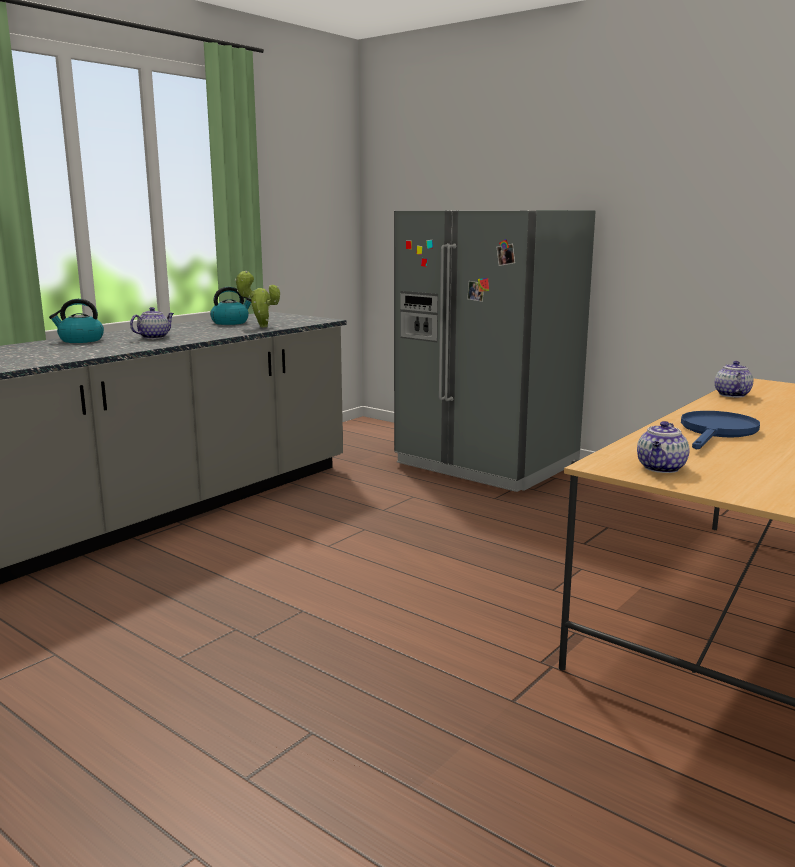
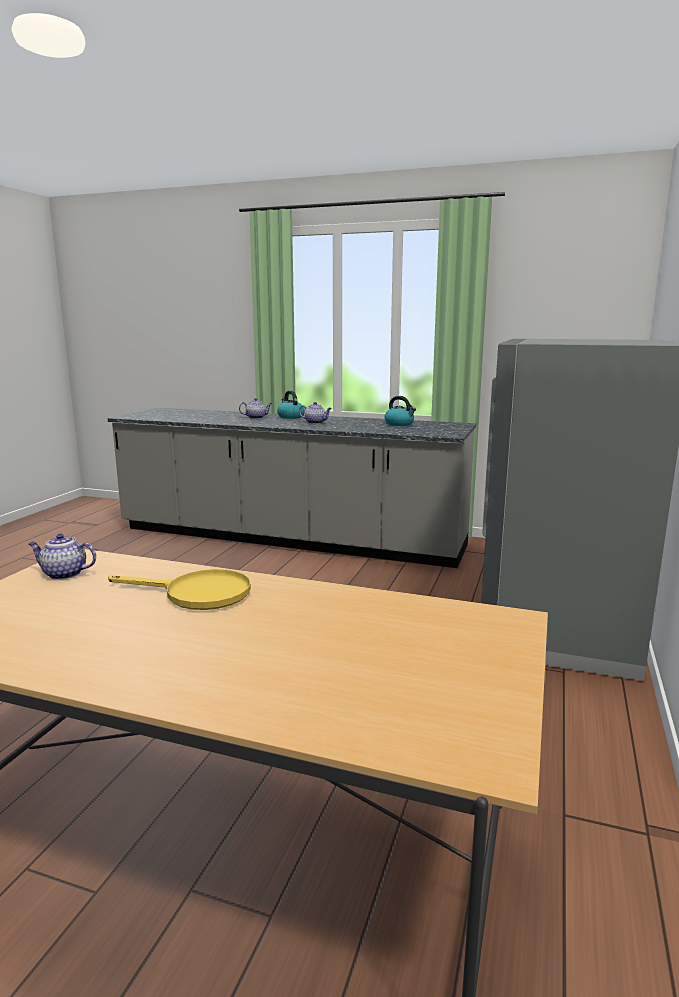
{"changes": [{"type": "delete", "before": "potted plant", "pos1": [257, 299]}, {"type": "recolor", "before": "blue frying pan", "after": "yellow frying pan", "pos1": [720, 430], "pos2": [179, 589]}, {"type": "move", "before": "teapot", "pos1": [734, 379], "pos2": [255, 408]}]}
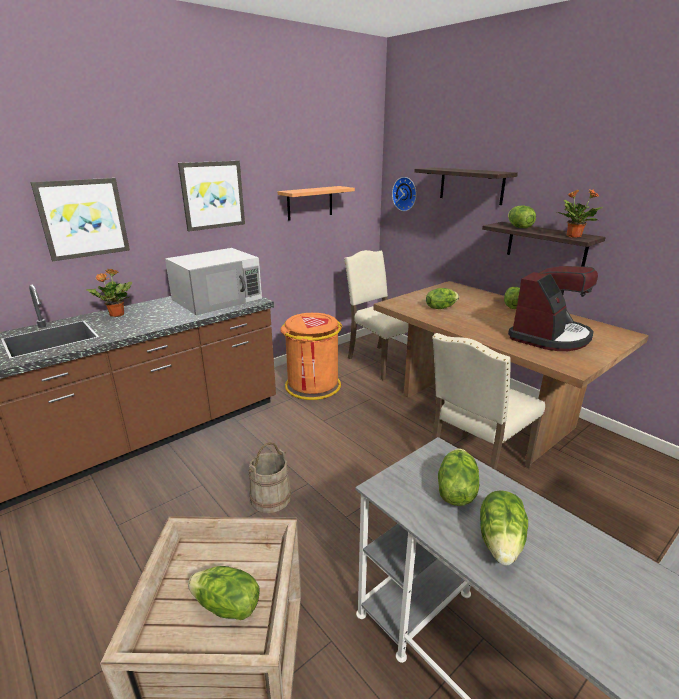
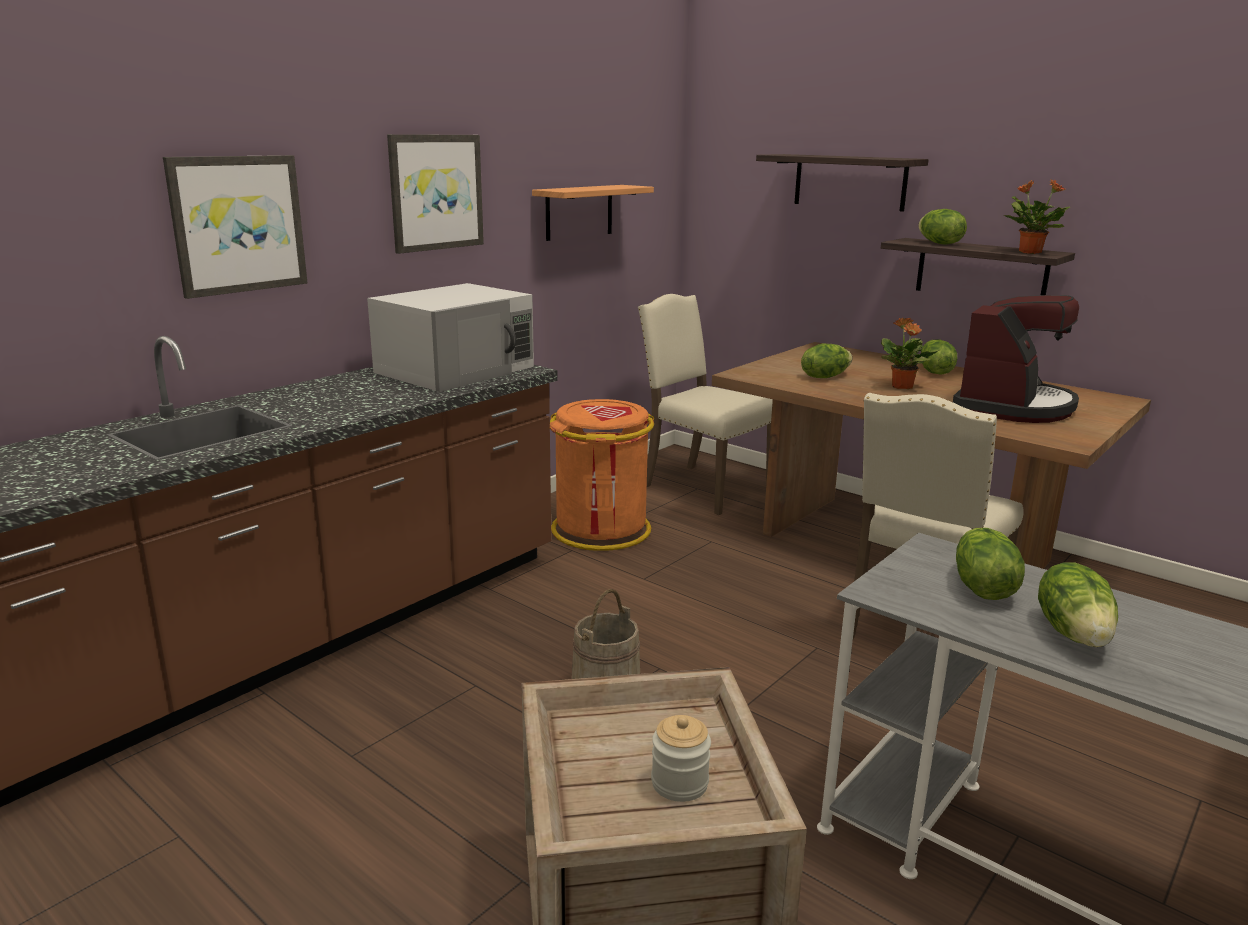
{"changes": [{"type": "move", "before": "potted plant", "pos1": [109, 292], "pos2": [910, 353]}, {"type": "replace", "before": "lettuce", "after": "jar", "pos1": [224, 593], "pos2": [681, 758]}, {"type": "delete", "before": "wall clock", "pos1": [404, 194]}]}
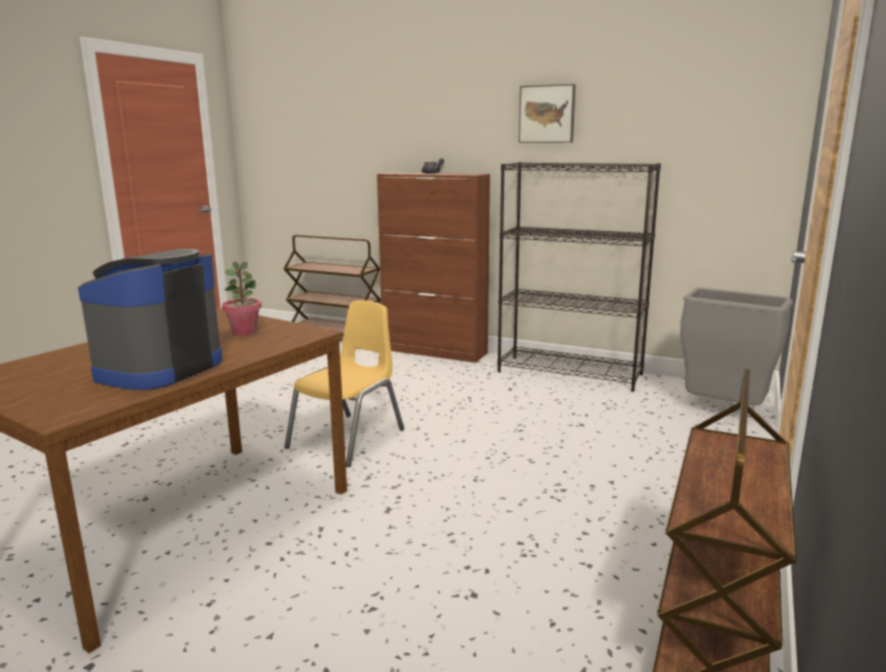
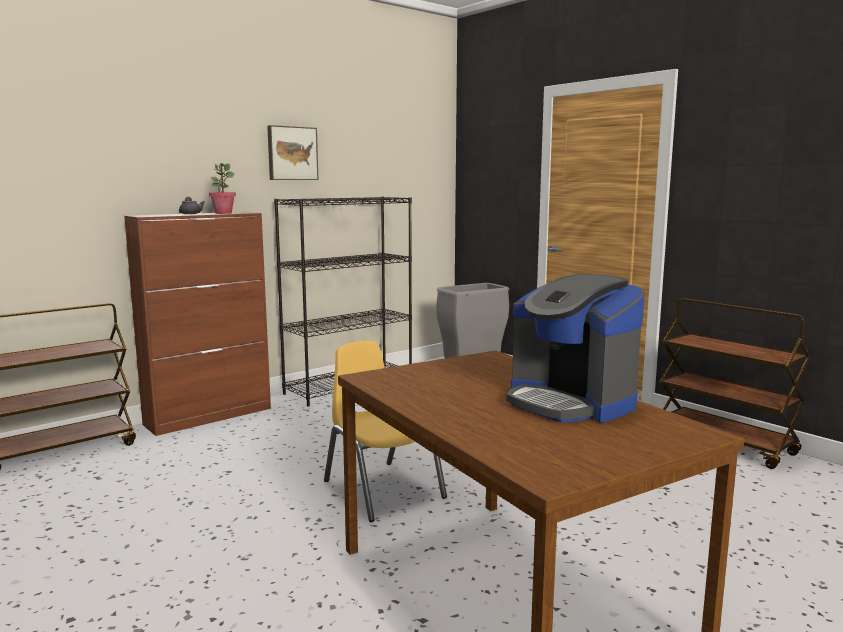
{"changes": [{"type": "move", "before": "potted plant", "pos1": [242, 298], "pos2": [222, 188]}]}
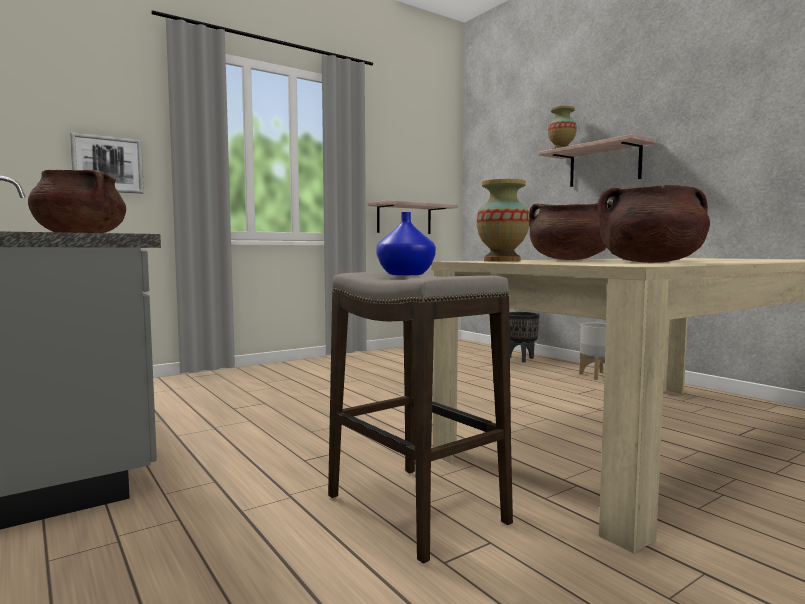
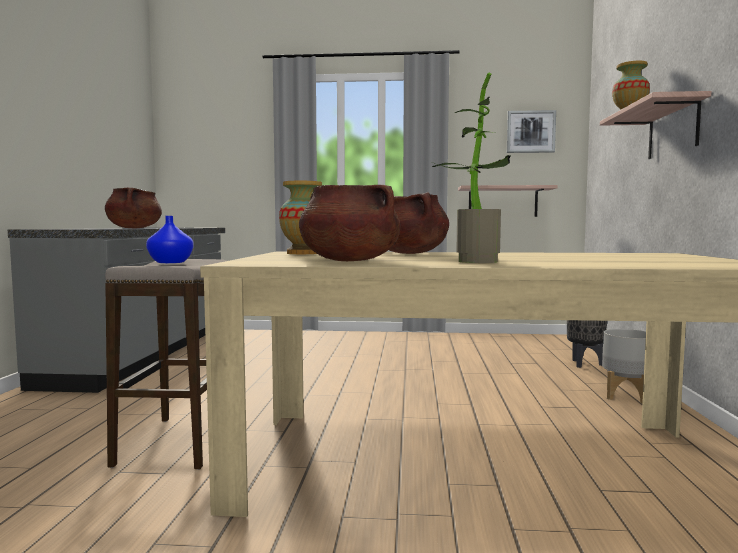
{"changes": [{"type": "move", "before": "picture", "pos1": [107, 163], "pos2": [531, 131]}, {"type": "insert", "after": "potted plant", "pos2": [471, 167]}]}
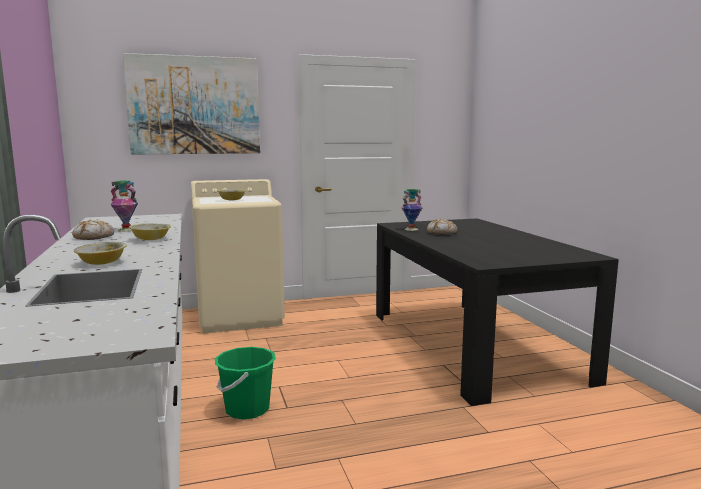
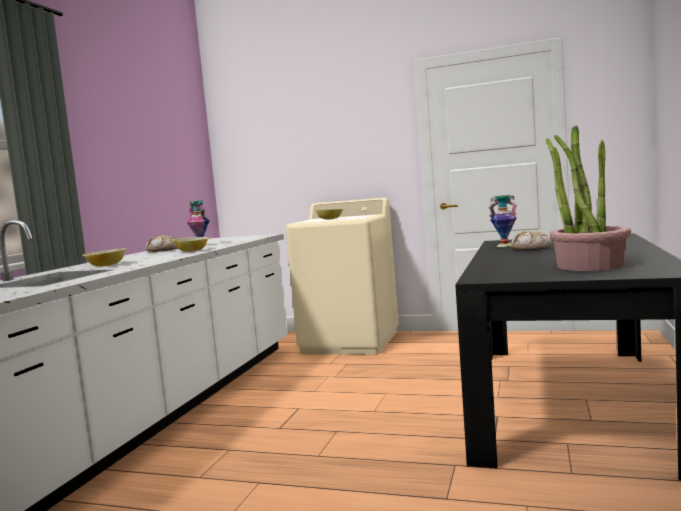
{"changes": [{"type": "delete", "before": "picture", "pos1": [191, 104]}, {"type": "delete", "before": "green bucket", "pos1": [245, 383]}, {"type": "insert", "after": "potted plant", "pos2": [588, 198]}]}
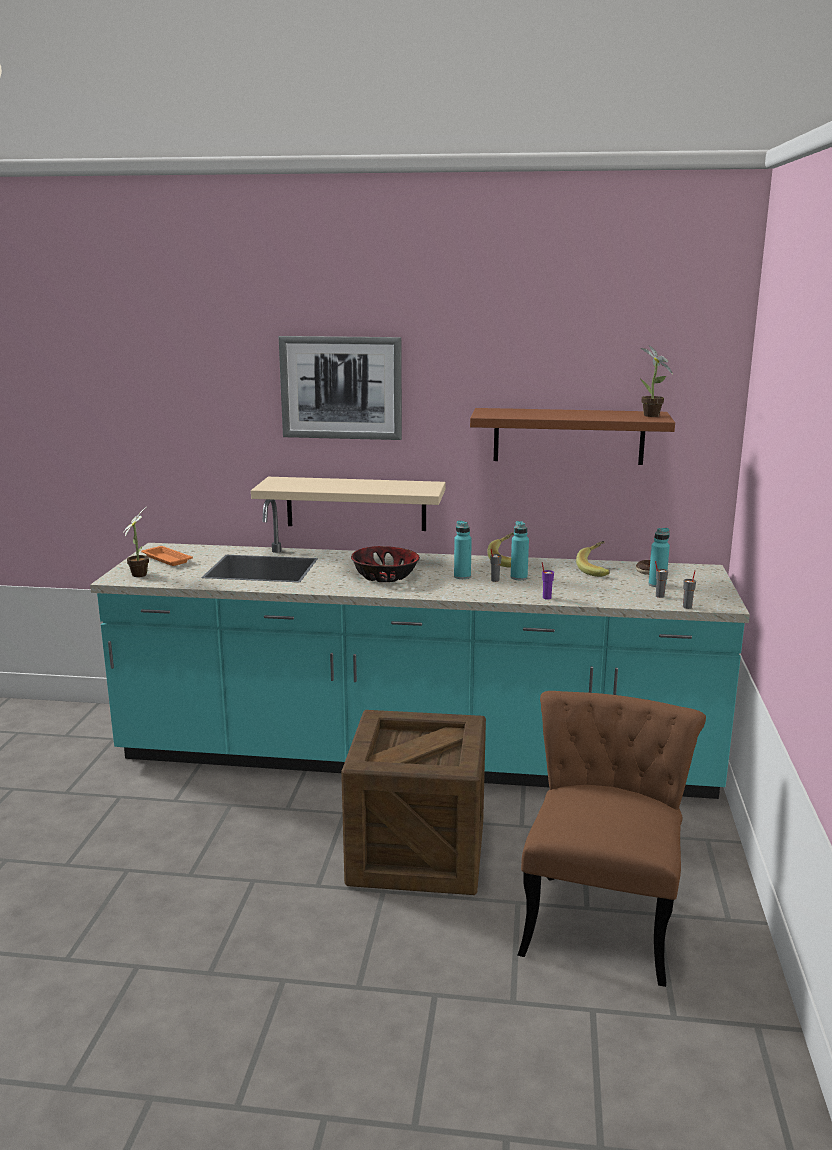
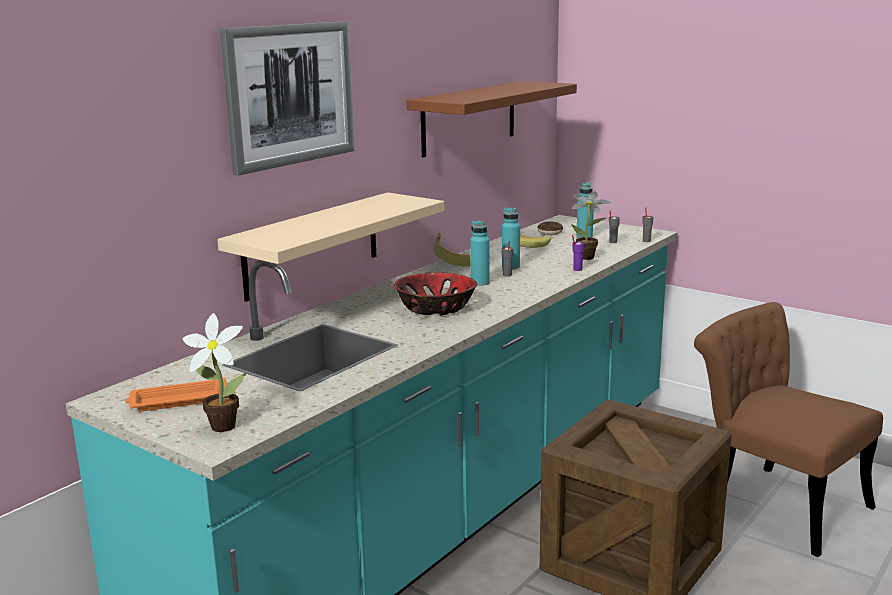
{"changes": [{"type": "move", "before": "potted plant", "pos1": [657, 381], "pos2": [591, 225]}]}
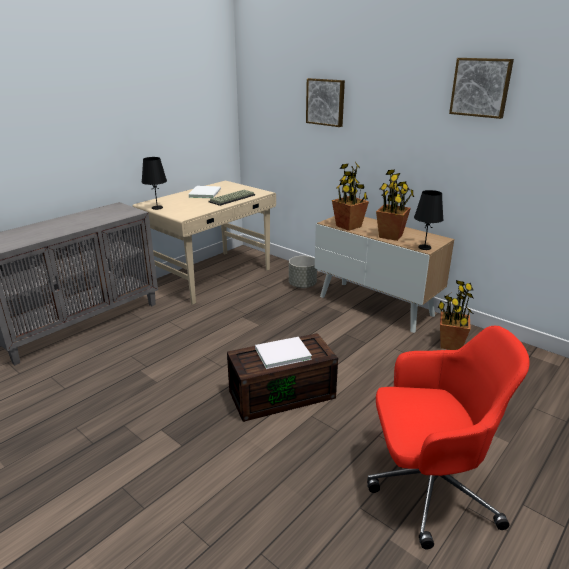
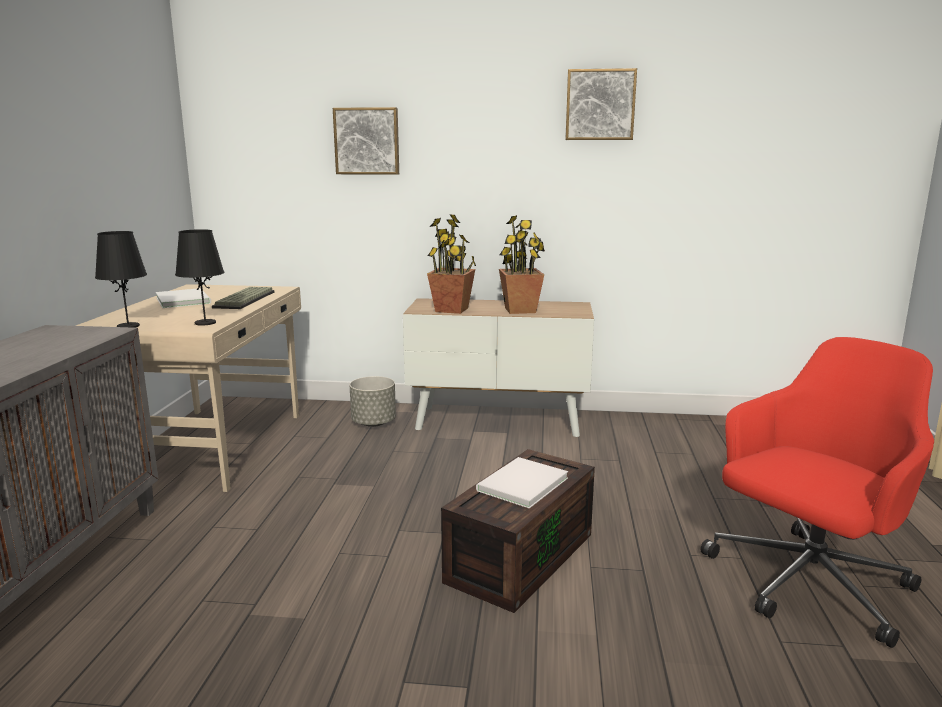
{"changes": [{"type": "move", "before": "black table lamp", "pos1": [429, 220], "pos2": [199, 277]}, {"type": "delete", "before": "potted plant", "pos1": [455, 315]}]}
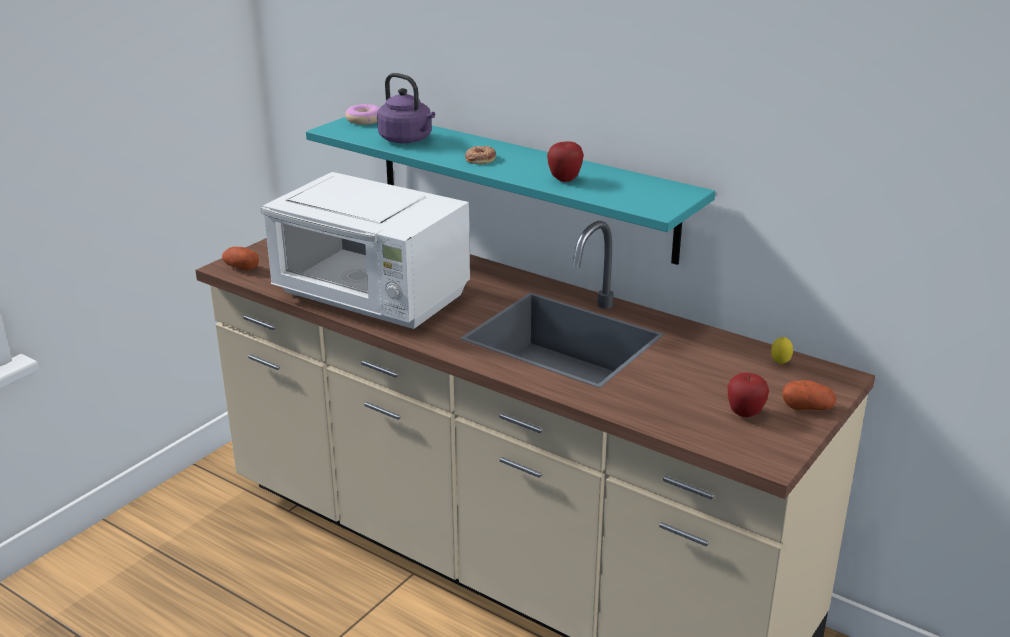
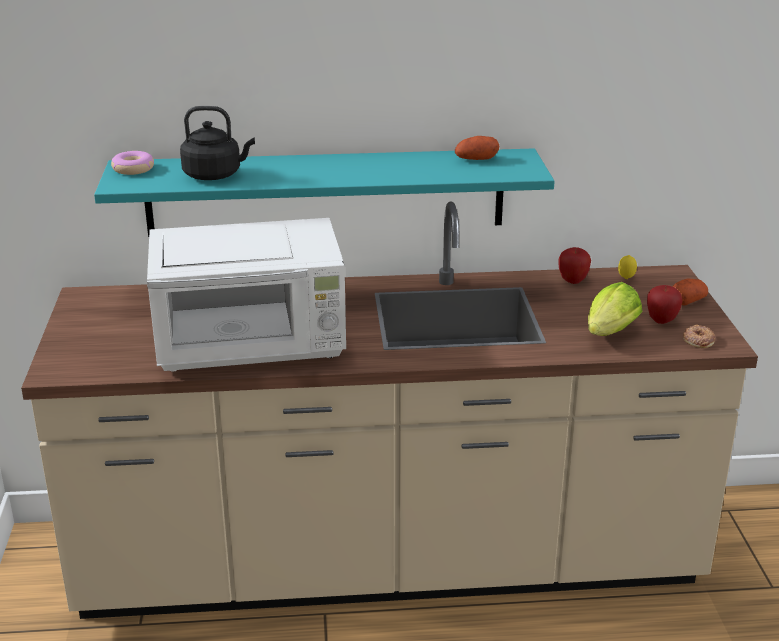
{"changes": [{"type": "move", "before": "potato", "pos1": [240, 259], "pos2": [477, 148]}, {"type": "recolor", "before": "purple kettle", "after": "black kettle", "pos1": [406, 108], "pos2": [217, 143]}, {"type": "move", "before": "donut", "pos1": [480, 155], "pos2": [699, 336]}, {"type": "move", "before": "apple", "pos1": [565, 161], "pos2": [574, 265]}, {"type": "insert", "after": "lettuce", "pos2": [615, 309]}]}
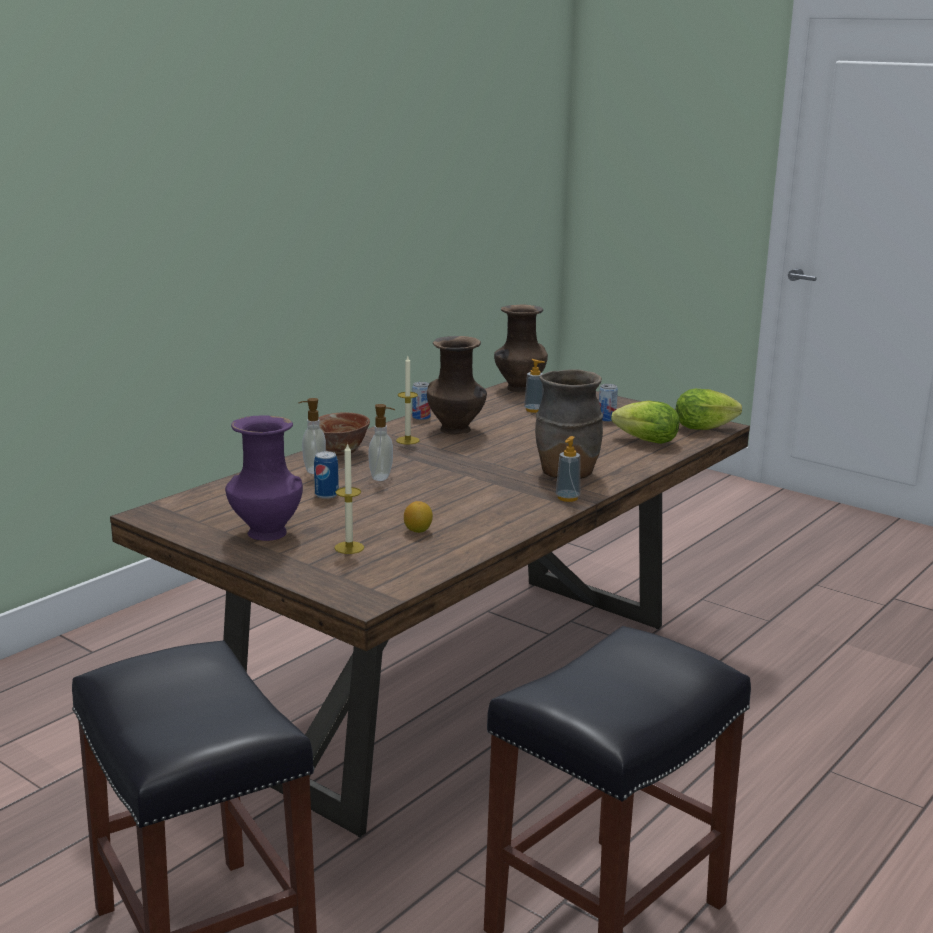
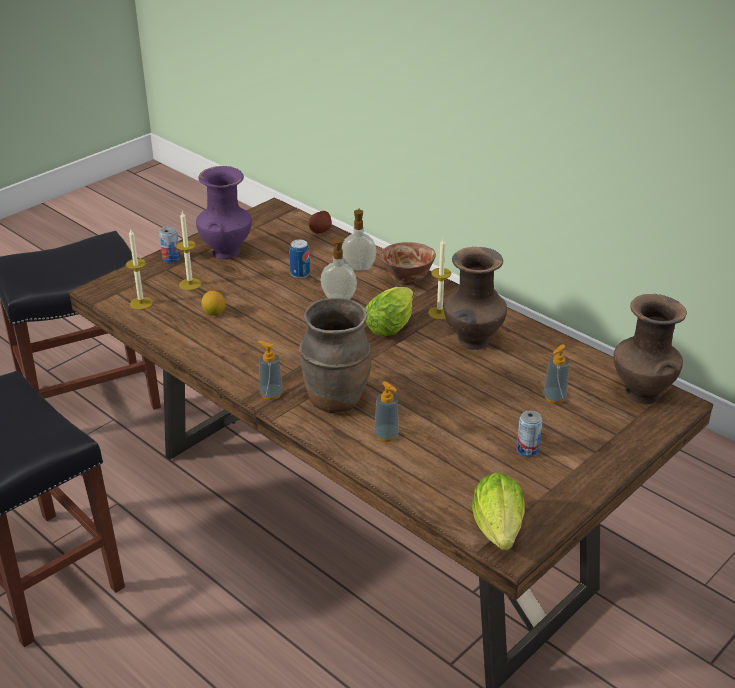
{"changes": [{"type": "move", "before": "can", "pos1": [421, 401], "pos2": [169, 244]}, {"type": "move", "before": "lettuce", "pos1": [645, 422], "pos2": [389, 311]}, {"type": "insert", "after": "candle", "pos2": [139, 270]}, {"type": "insert", "after": "potato", "pos2": [320, 222]}, {"type": "insert", "after": "soap dispenser", "pos2": [386, 411]}]}
